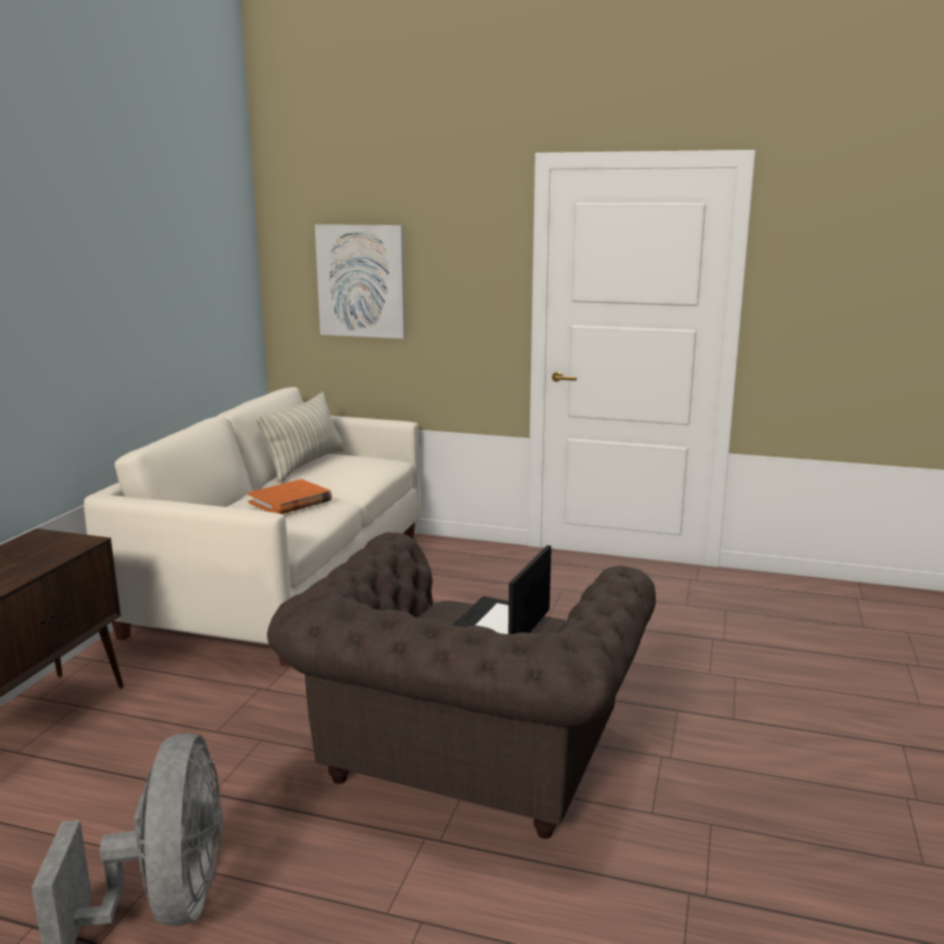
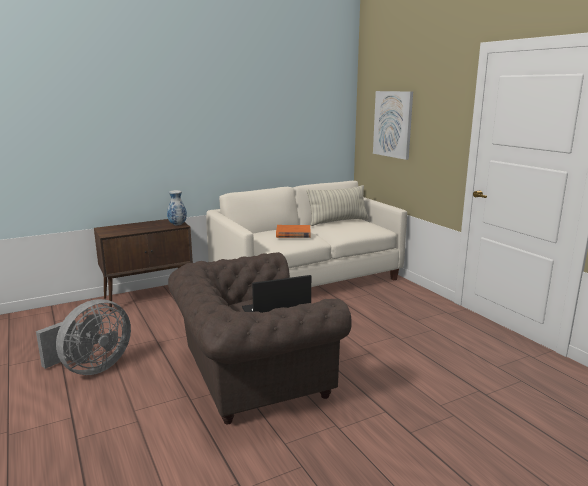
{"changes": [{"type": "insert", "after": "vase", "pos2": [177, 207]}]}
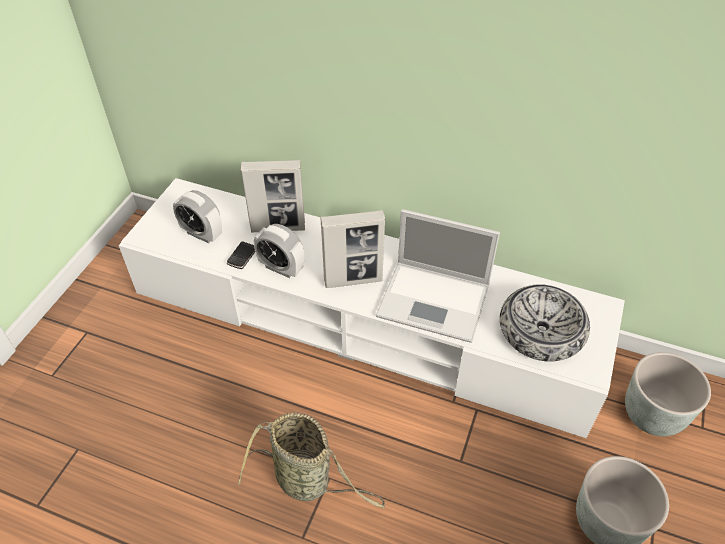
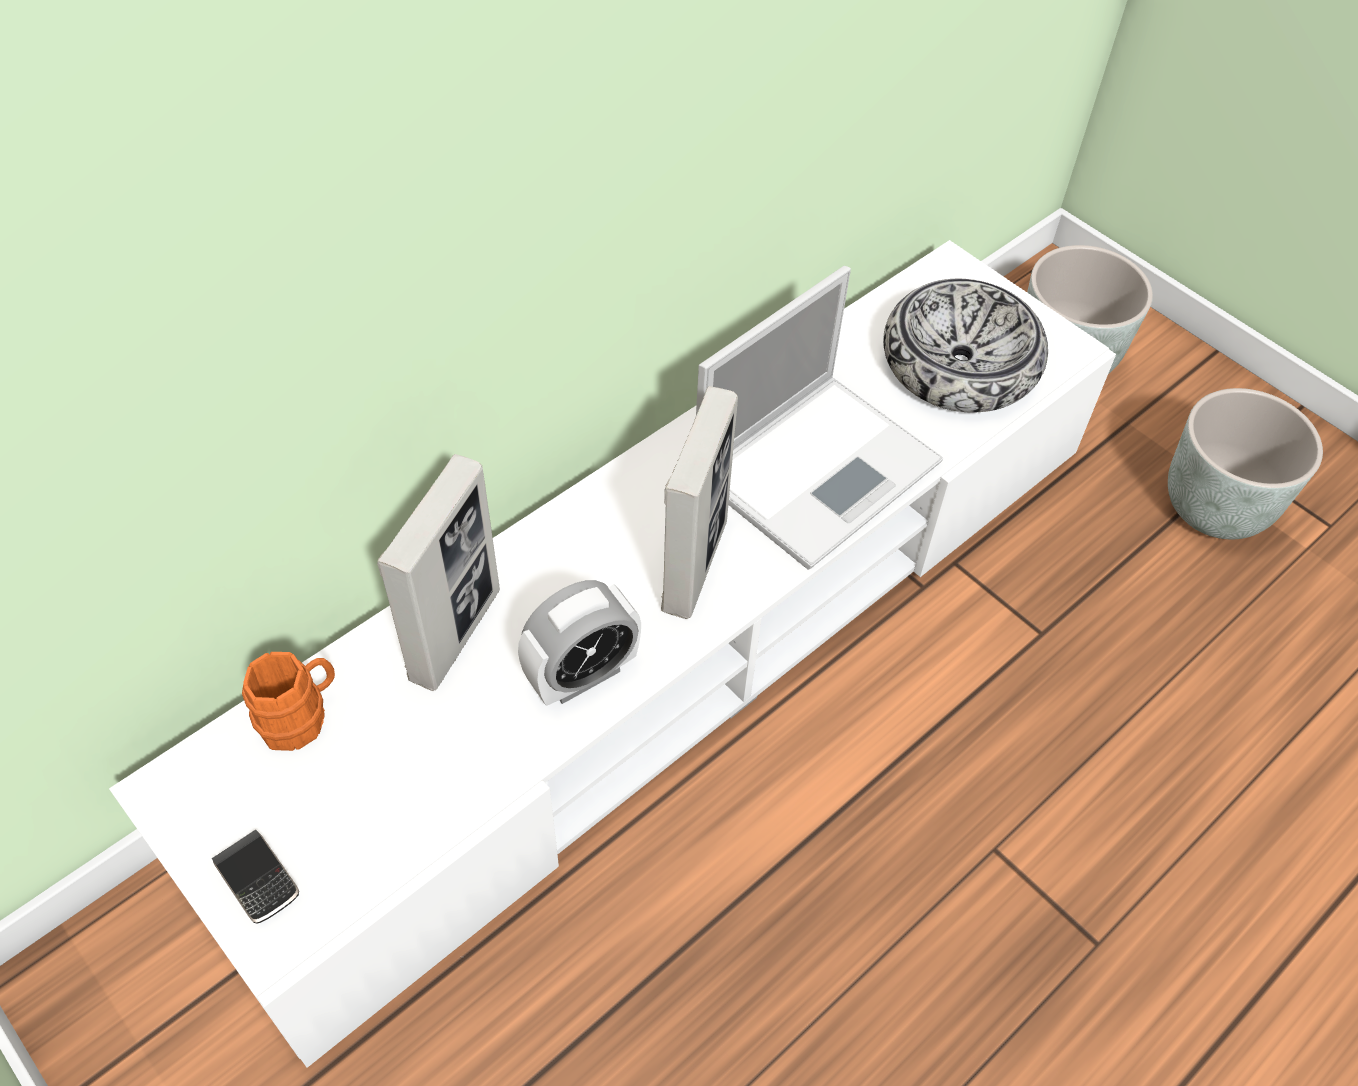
{"changes": [{"type": "delete", "before": "alarm clock", "pos1": [197, 216]}, {"type": "move", "before": "phone", "pos1": [240, 255], "pos2": [255, 877]}, {"type": "delete", "before": "basket", "pos1": [311, 461]}, {"type": "insert", "after": "orange mug", "pos2": [288, 701]}]}
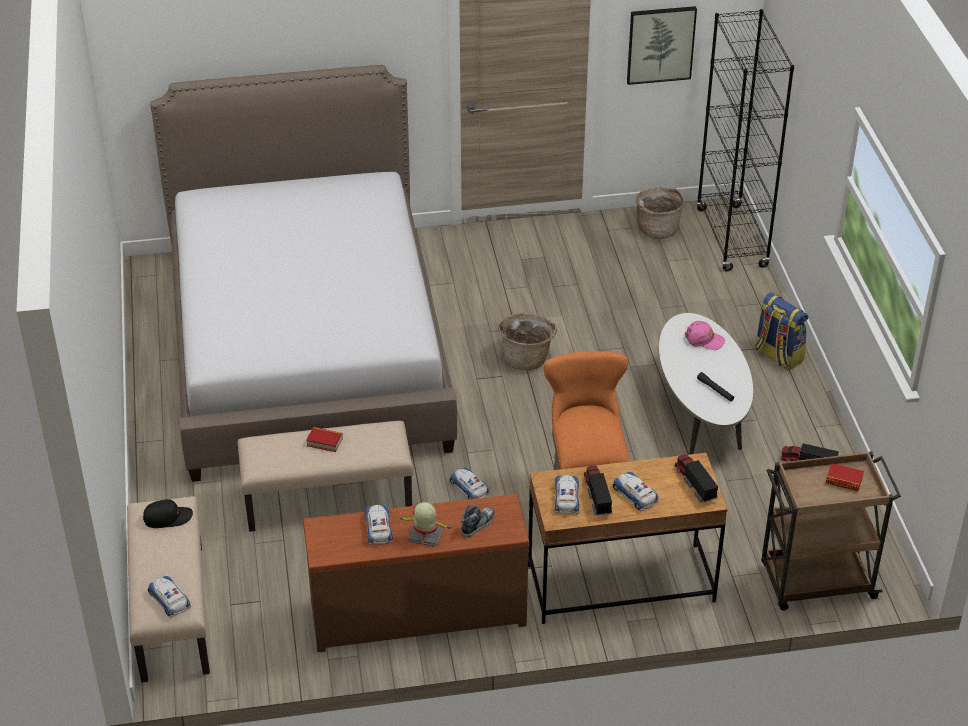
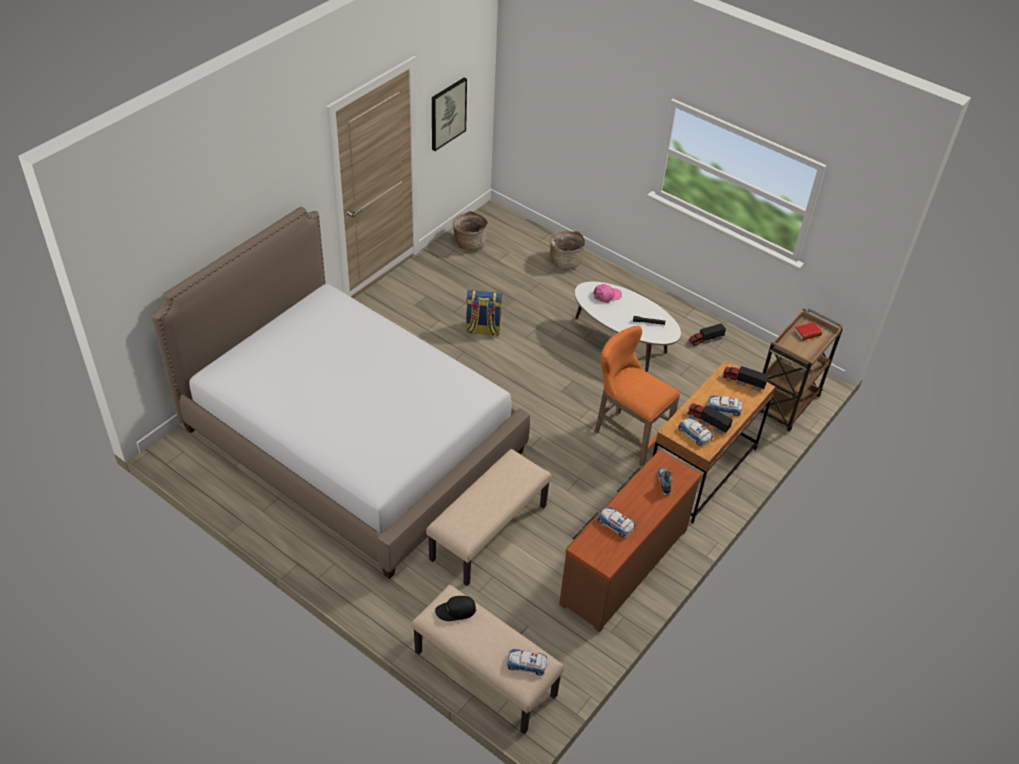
{"changes": [{"type": "rotate", "before": "black cap", "pos1": [168, 513], "pos2": [455, 608], "turn": -135}, {"type": "delete", "before": "book", "pos1": [324, 439]}, {"type": "delete", "before": "toy robot", "pos1": [425, 524]}, {"type": "delete", "before": "toy car", "pos1": [470, 483]}, {"type": "move", "before": "basket", "pos1": [527, 342], "pos2": [567, 250]}, {"type": "delete", "before": "black bookcase", "pos1": [745, 140]}, {"type": "move", "before": "backpack", "pos1": [781, 331], "pos2": [483, 313]}]}
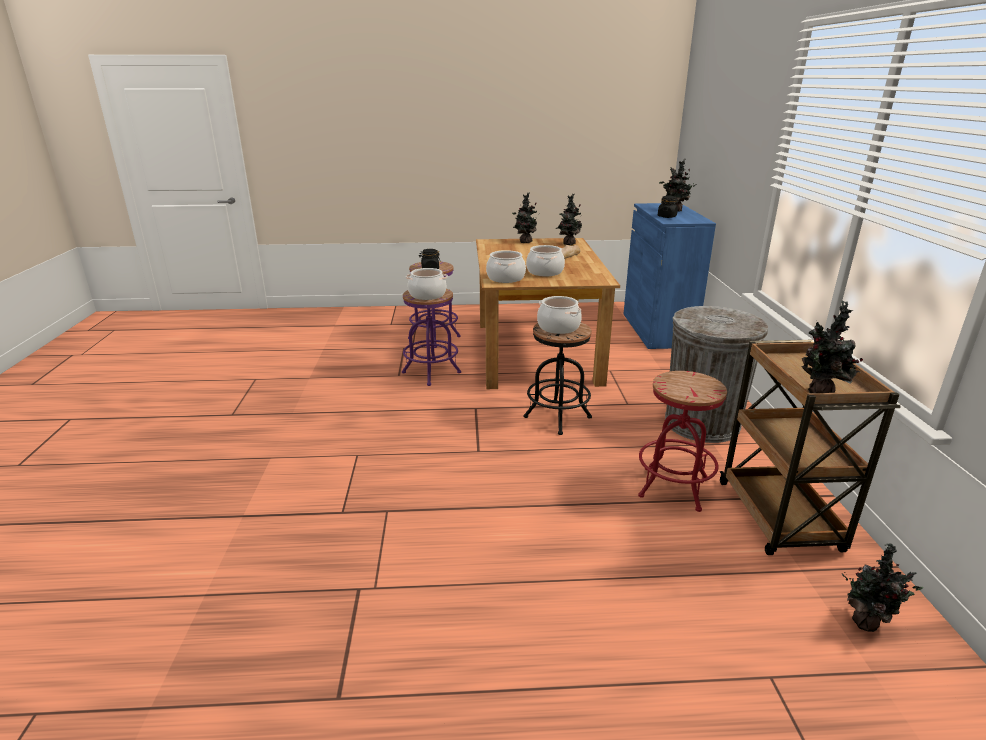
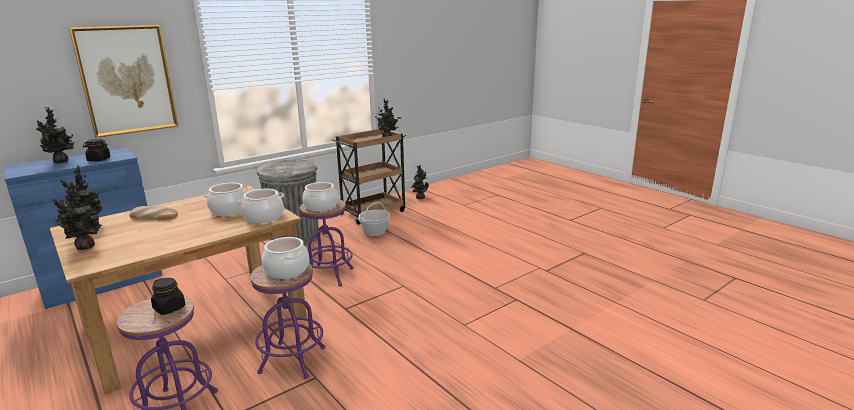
{"changes": [{"type": "recolor", "before": "black stool", "after": "purple stool", "pos1": [558, 378], "pos2": [327, 242]}, {"type": "replace", "before": "red stool", "after": "basket", "pos1": [682, 441], "pos2": [374, 219]}, {"type": "insert", "after": "picture", "pos2": [123, 81]}]}
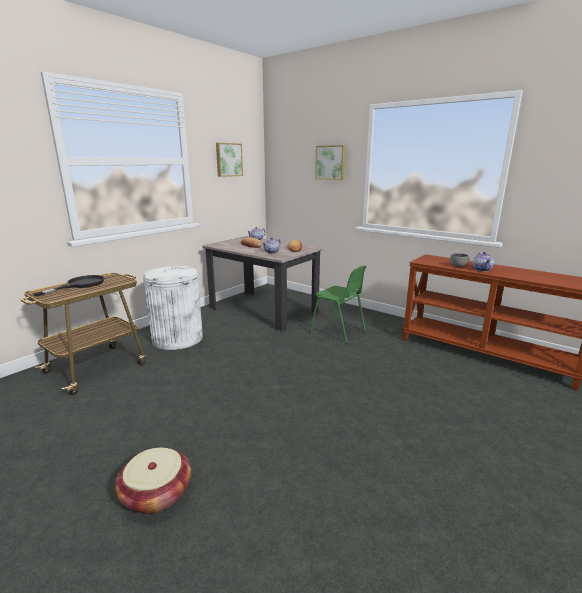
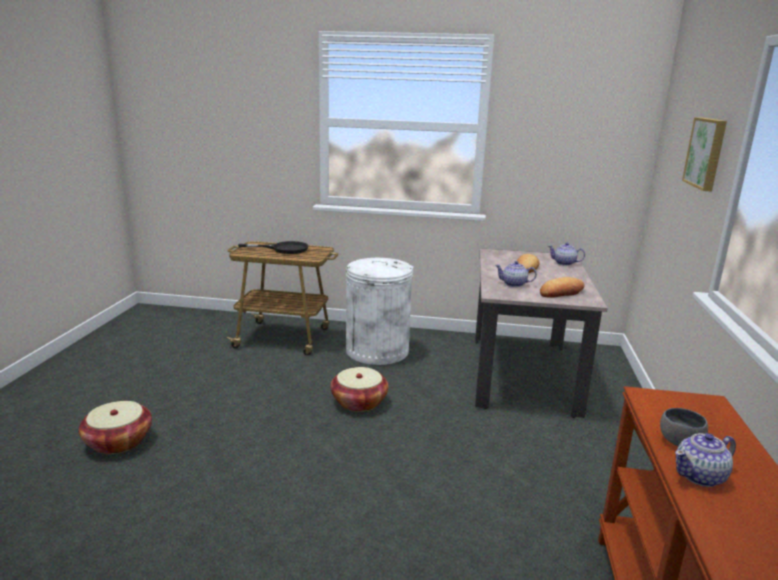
{"changes": [{"type": "delete", "before": "picture", "pos1": [229, 160]}, {"type": "delete", "before": "green chair", "pos1": [337, 304]}, {"type": "insert", "after": "basket", "pos2": [359, 389]}]}
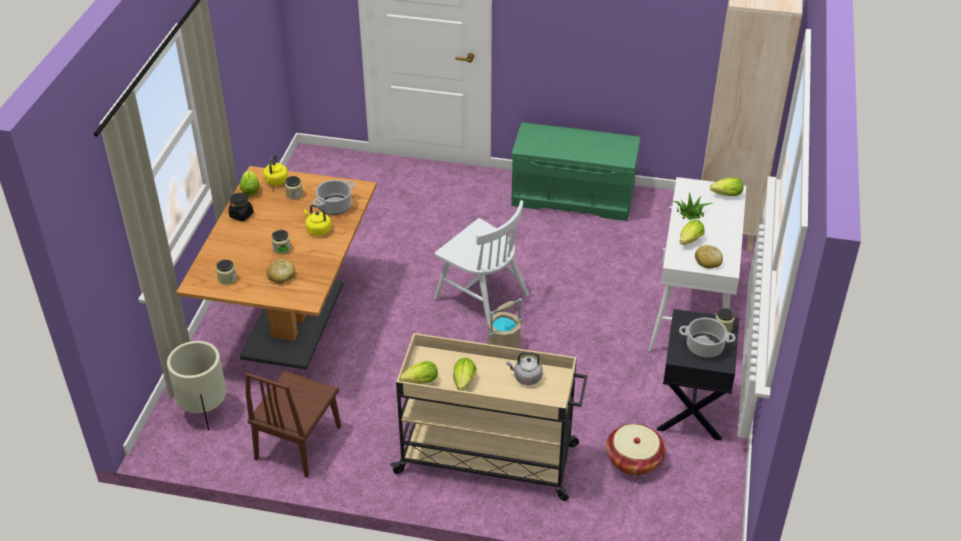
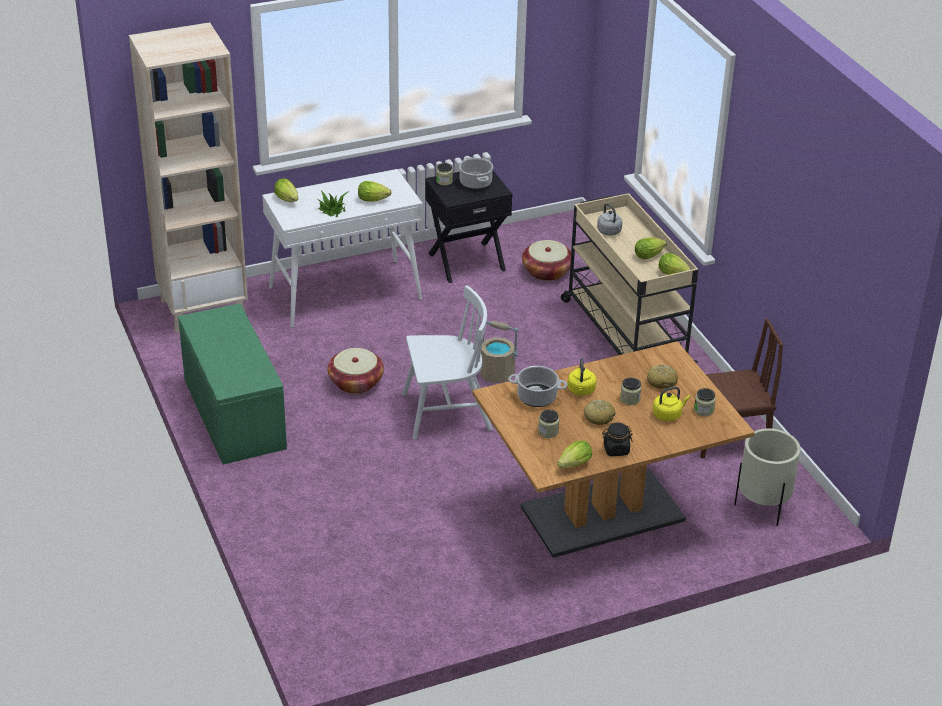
{"changes": [{"type": "move", "before": "yellow kettle", "pos1": [275, 170], "pos2": [671, 403]}, {"type": "rotate", "before": "white chair", "pos1": [481, 263], "pos2": [447, 362], "turn": 75}, {"type": "move", "before": "bread", "pos1": [709, 256], "pos2": [600, 412]}, {"type": "insert", "after": "basket", "pos2": [355, 371]}]}
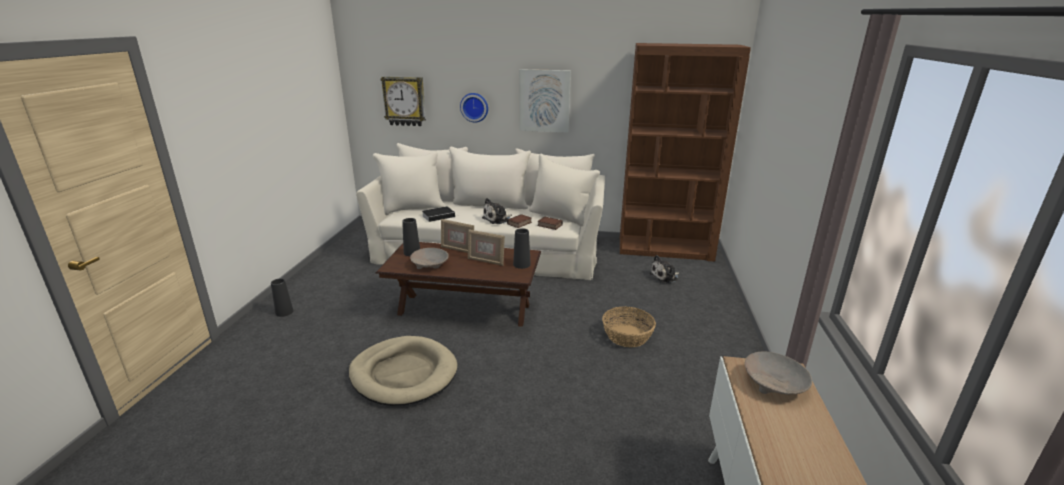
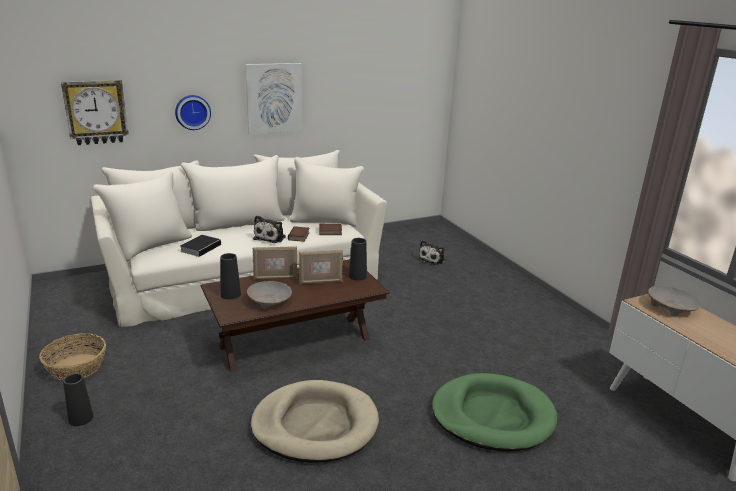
{"changes": [{"type": "move", "before": "basket", "pos1": [629, 326], "pos2": [72, 357]}, {"type": "delete", "before": "brown bookcase", "pos1": [685, 152]}, {"type": "insert", "after": "green dog bed", "pos2": [494, 412]}]}
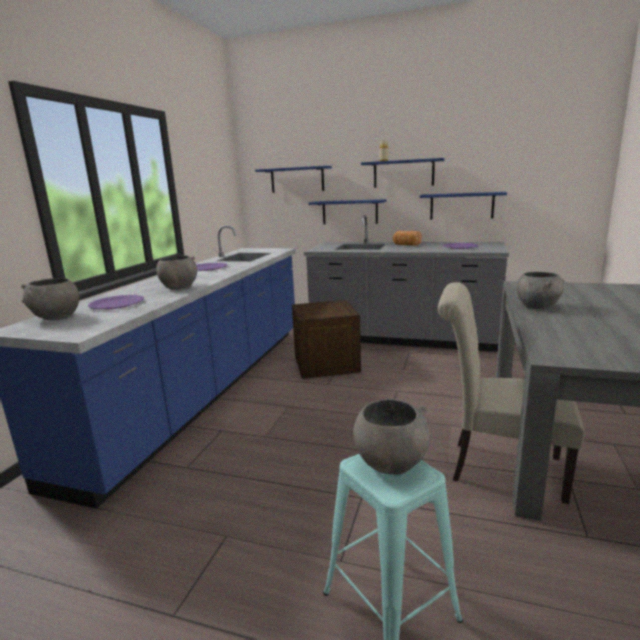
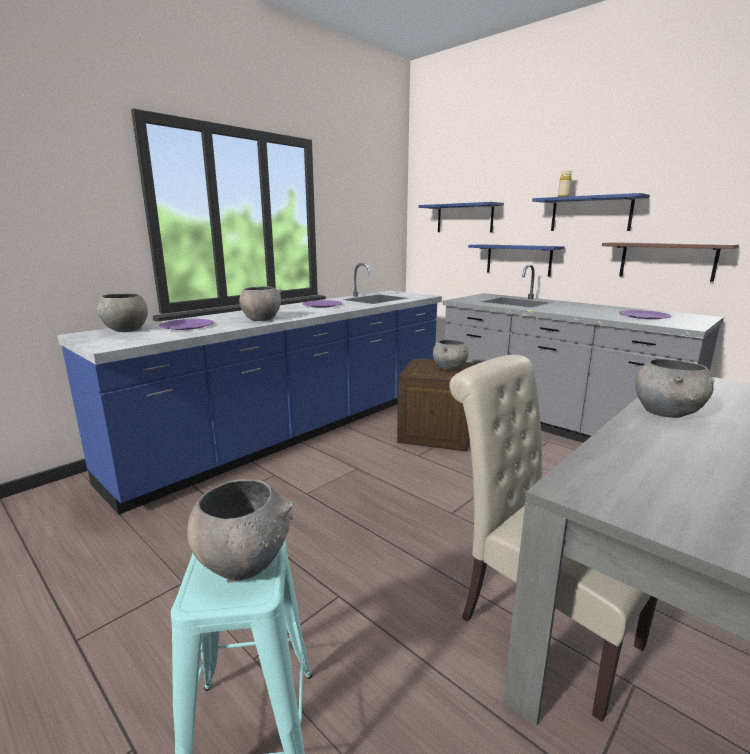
{"changes": [{"type": "delete", "before": "bread", "pos1": [407, 238]}, {"type": "recolor", "before": "blue shelf", "after": "brown shelf", "pos1": [463, 205], "pos2": [670, 262]}, {"type": "insert", "after": "grey bowl", "pos2": [451, 355]}]}
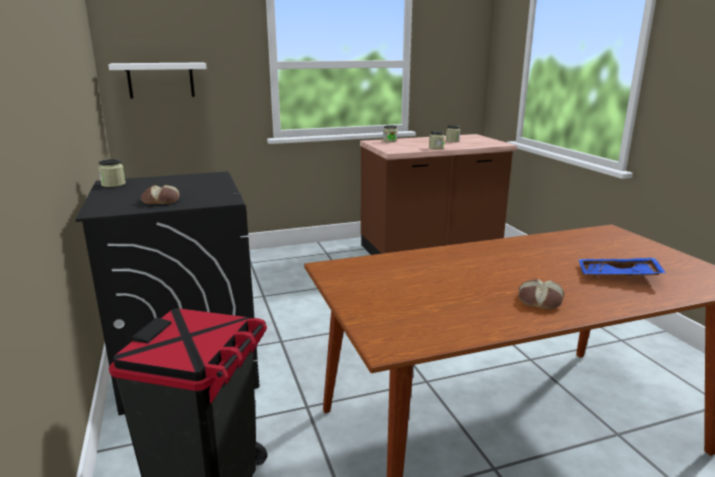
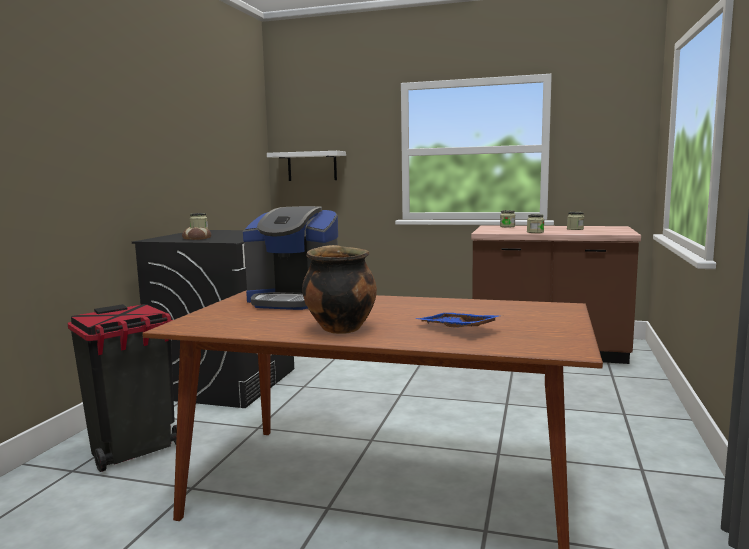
{"changes": [{"type": "replace", "before": "bread", "after": "cooking pot", "pos1": [541, 294], "pos2": [339, 289]}, {"type": "insert", "after": "coffee machine", "pos2": [290, 258]}]}
